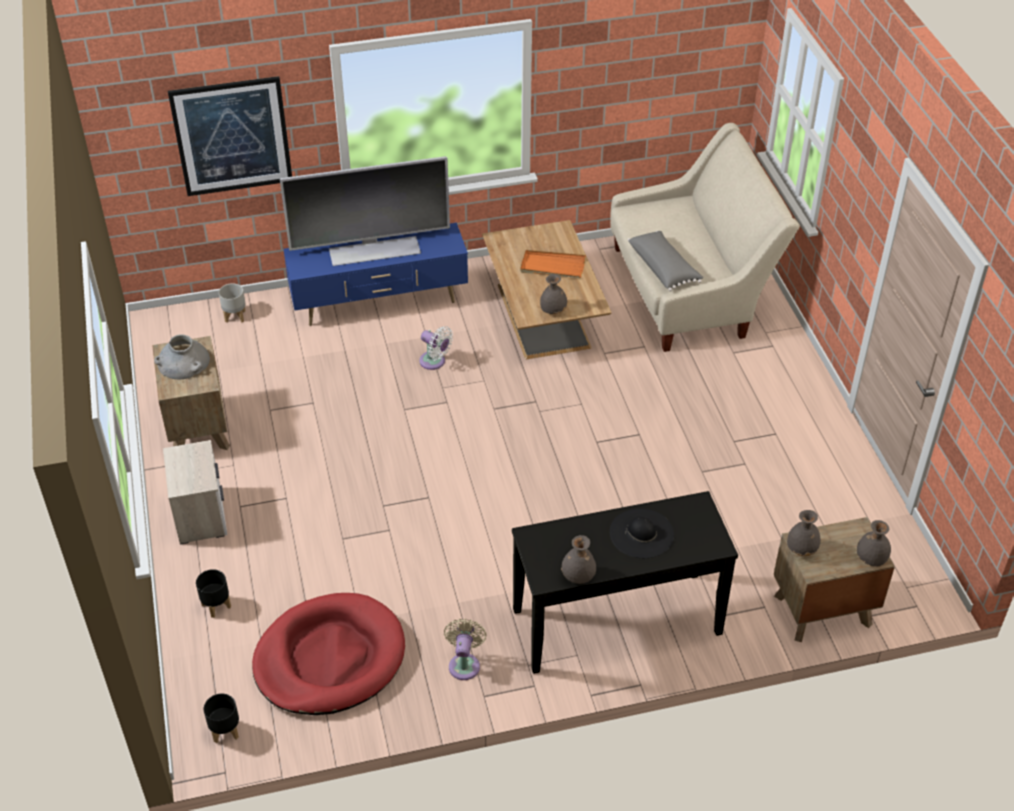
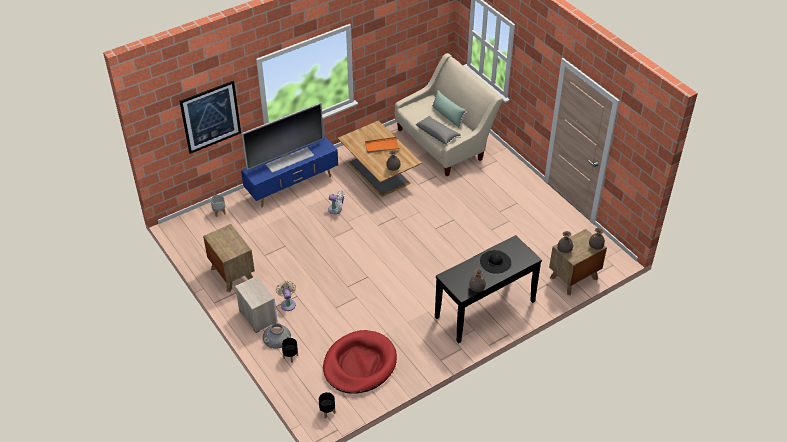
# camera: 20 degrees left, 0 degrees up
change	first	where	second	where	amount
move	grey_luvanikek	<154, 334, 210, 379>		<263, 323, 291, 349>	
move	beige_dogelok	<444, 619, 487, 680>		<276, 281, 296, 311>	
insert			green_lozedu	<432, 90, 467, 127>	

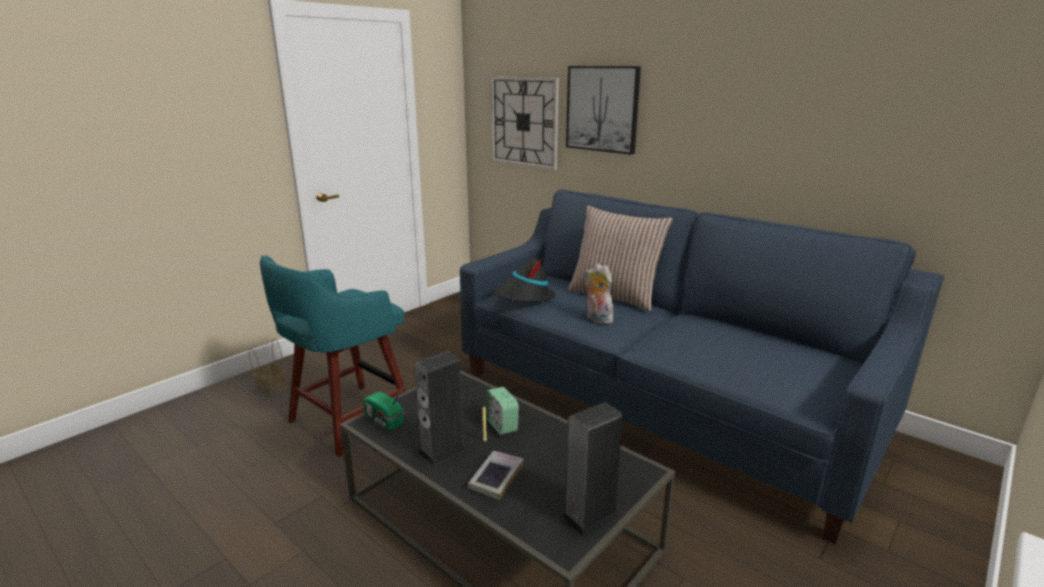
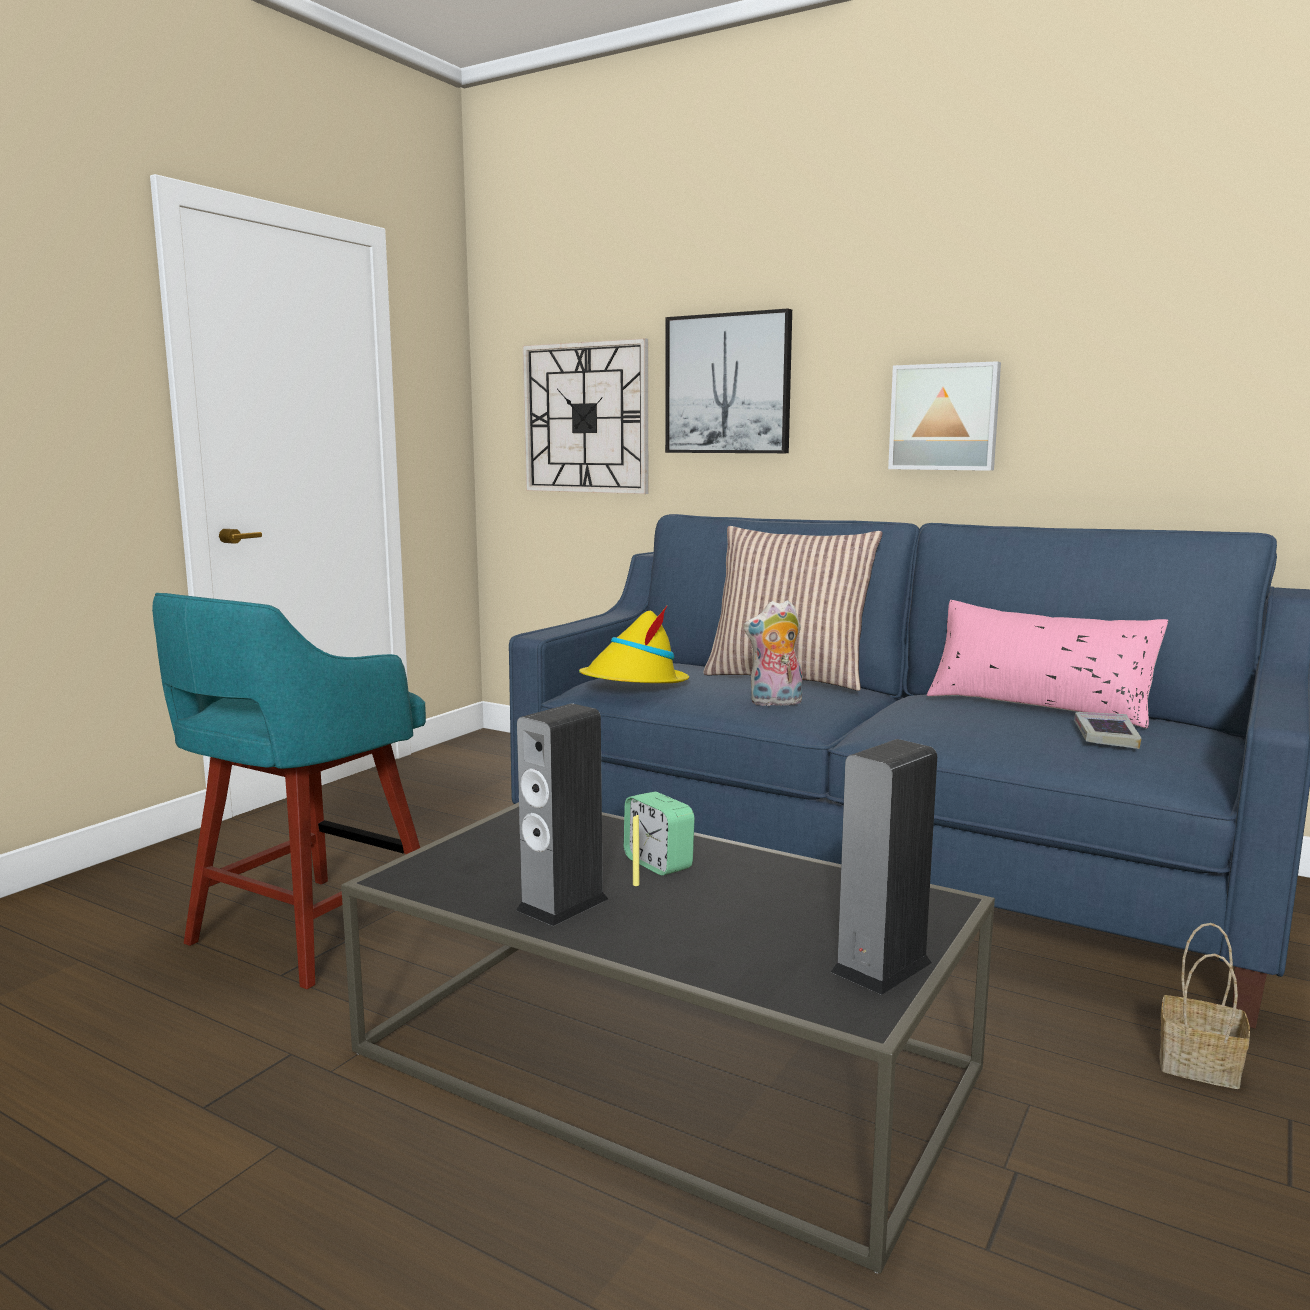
# camera: 10 degrees left, 10 degrees down
change	first	where	second	where	amount
move	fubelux	<249, 339, 287, 396>		<1159, 923, 1250, 1089>	
delete	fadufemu	<363, 388, 404, 430>			
move	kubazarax	<468, 451, 523, 500>		<1074, 712, 1142, 749>	
recolor	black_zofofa	<494, 258, 556, 302>	yellow_zofofa	<579, 606, 689, 683>	
rotate	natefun	<584, 264, 613, 324>		<743, 600, 802, 707>	45 degrees counterclockwise
insert			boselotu	<888, 361, 1001, 471>	
insert			pink_lozedu	<927, 600, 1168, 729>	

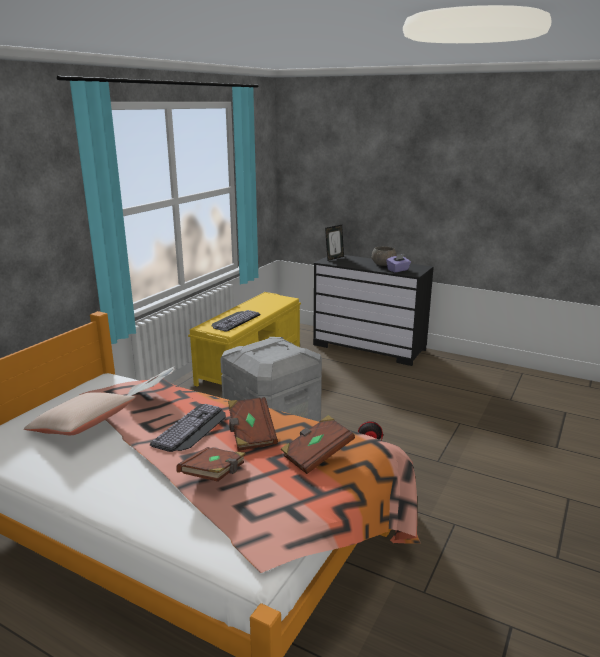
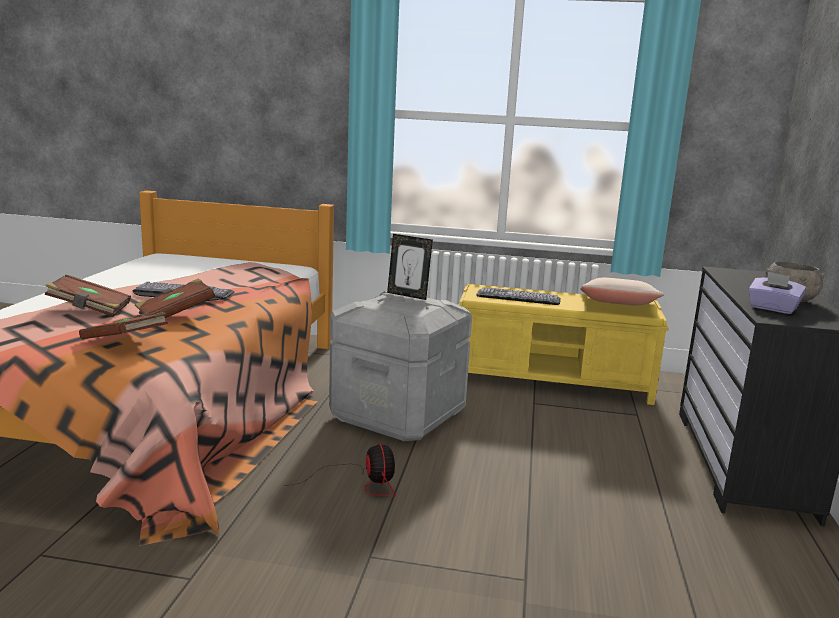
# camera: 70 degrees right, 5 degrees down
change	first	where	second	where	amount
move	beige_lozedu	<24, 393, 136, 435>		<580, 278, 664, 305>	
delete	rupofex	<127, 367, 175, 396>			
move	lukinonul	<325, 225, 344, 261>		<387, 234, 433, 300>	

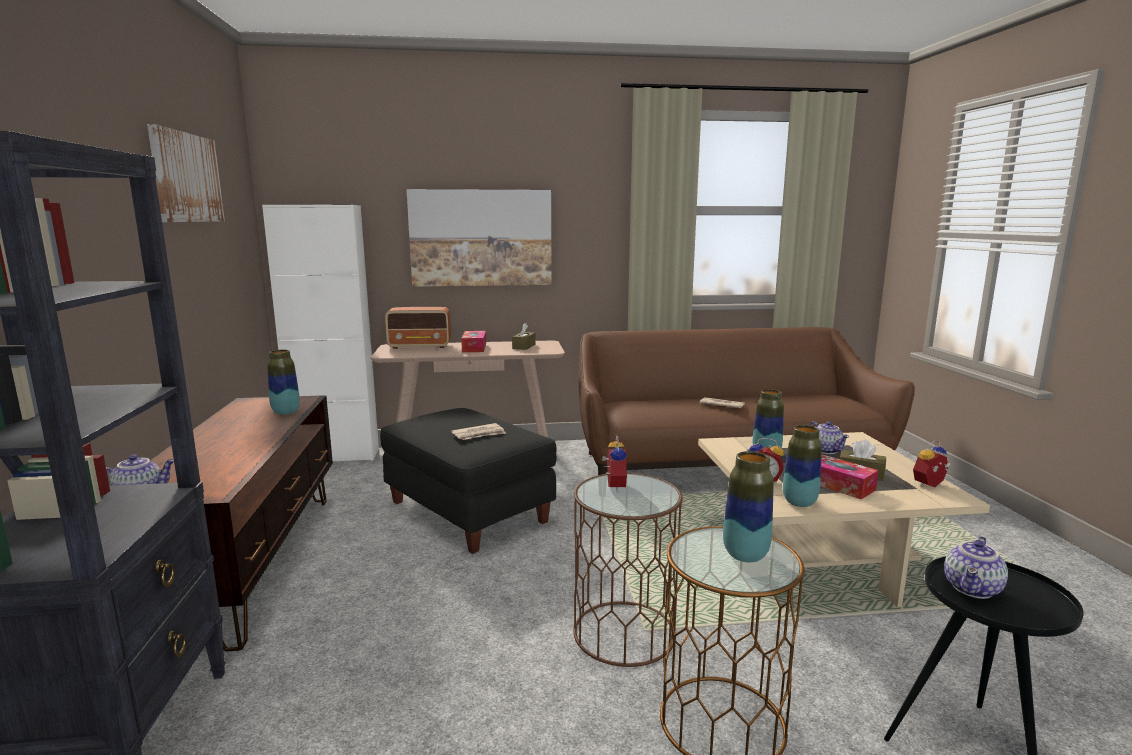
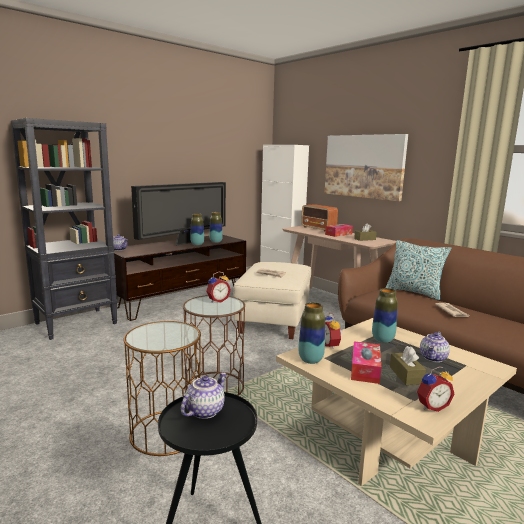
# camera: 55 degrees right, 0 degrees up
change	first	where	second	where	amount
delete	boselotu	<147, 124, 225, 222>			
recolor	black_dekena	<380, 408, 556, 554>	beige_dekena	<233, 262, 311, 339>	
move	luvanikek	<723, 451, 774, 562>		<190, 213, 204, 245>	
rotate	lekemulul	<913, 441, 951, 487>		<417, 366, 454, 412>	135 degrees clockwise
rotate	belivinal	<944, 536, 1008, 599>		<181, 373, 227, 419>	120 degrees clockwise
insert			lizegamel	<131, 182, 226, 246>	
insert			lozedu	<386, 240, 451, 300>	

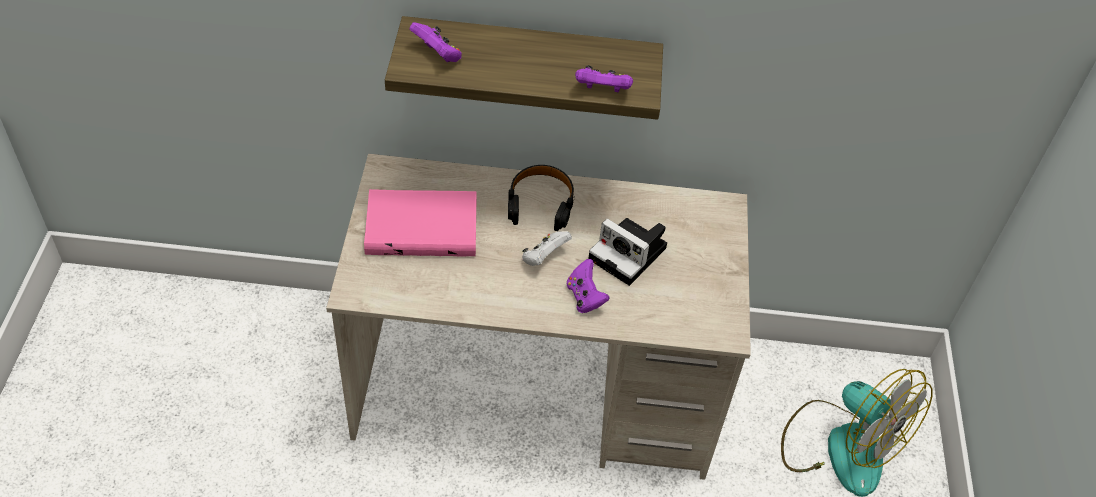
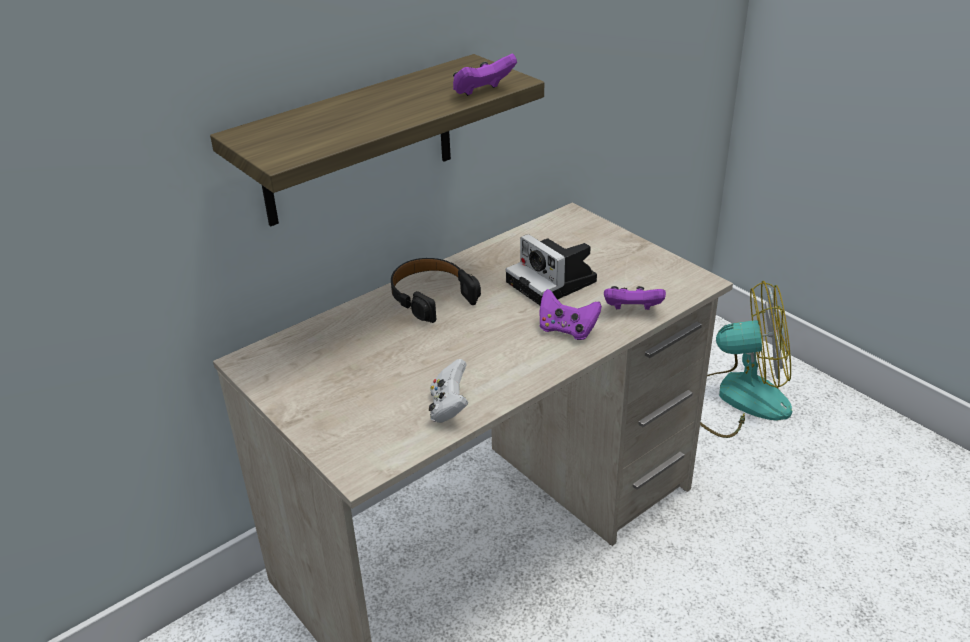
# camera: 40 degrees left, 15 degrees down
change	first	where	second	where	amount
delete	pink_kubazarax	<364, 189, 477, 256>			
move	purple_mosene	<409, 22, 462, 62>		<604, 286, 666, 310>	
move	white_mosene	<522, 231, 572, 266>		<429, 359, 468, 423>	
rotate	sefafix	<588, 218, 667, 286>		<506, 234, 597, 305>	60 degrees clockwise

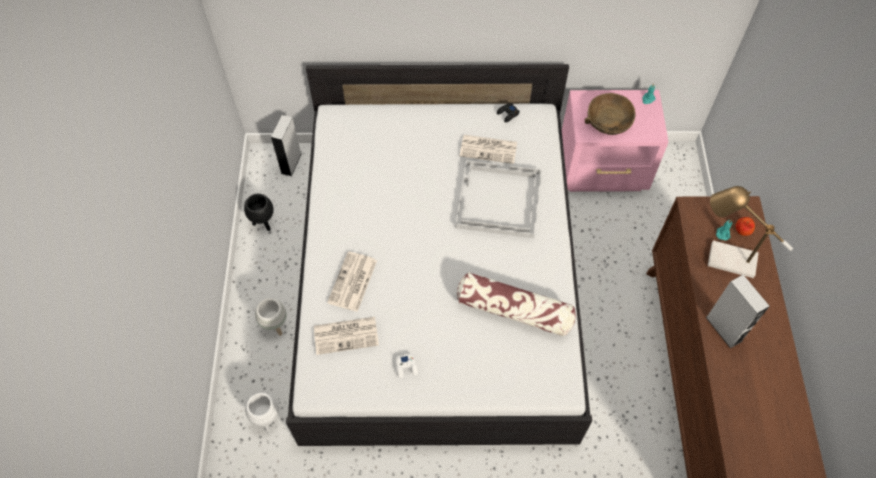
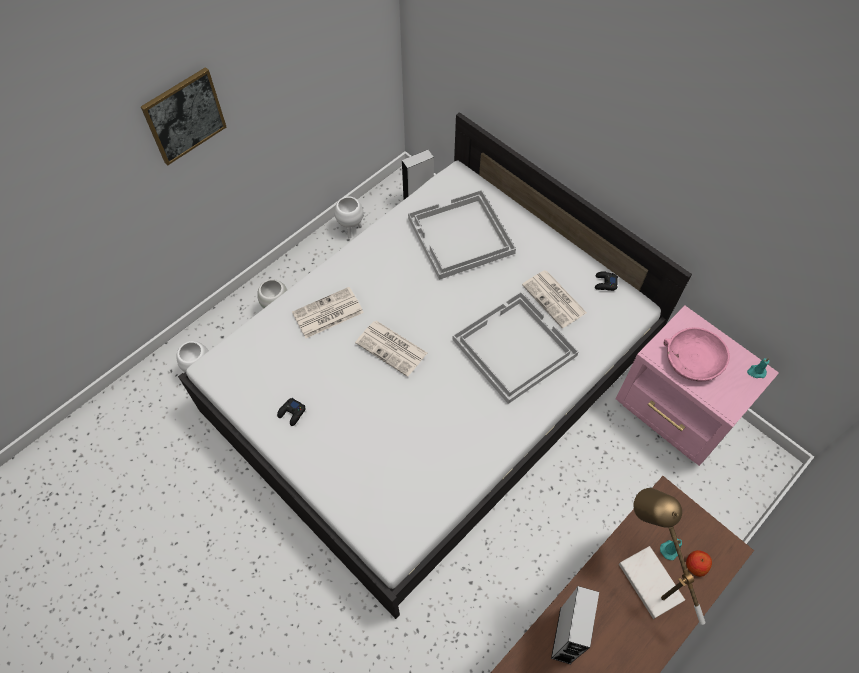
# camera: 45 degrees right, 0 degrees up
change	first	where	second	where	amount
recolor	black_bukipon	<244, 194, 274, 231>	white_bukipon	<334, 196, 363, 239>	
move	rupofex	<314, 317, 379, 355>		<355, 321, 427, 377>	
recolor	white_mosene	<395, 354, 418, 378>	black_mosene	<277, 398, 306, 426>	
delete	lozedu	<457, 272, 576, 337>			
recolor	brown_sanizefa	<585, 93, 636, 135>	pink_sanizefa	<664, 327, 730, 381>	
insert			boselotu	<141, 67, 226, 165>	
insert			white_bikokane	<408, 190, 516, 280>	

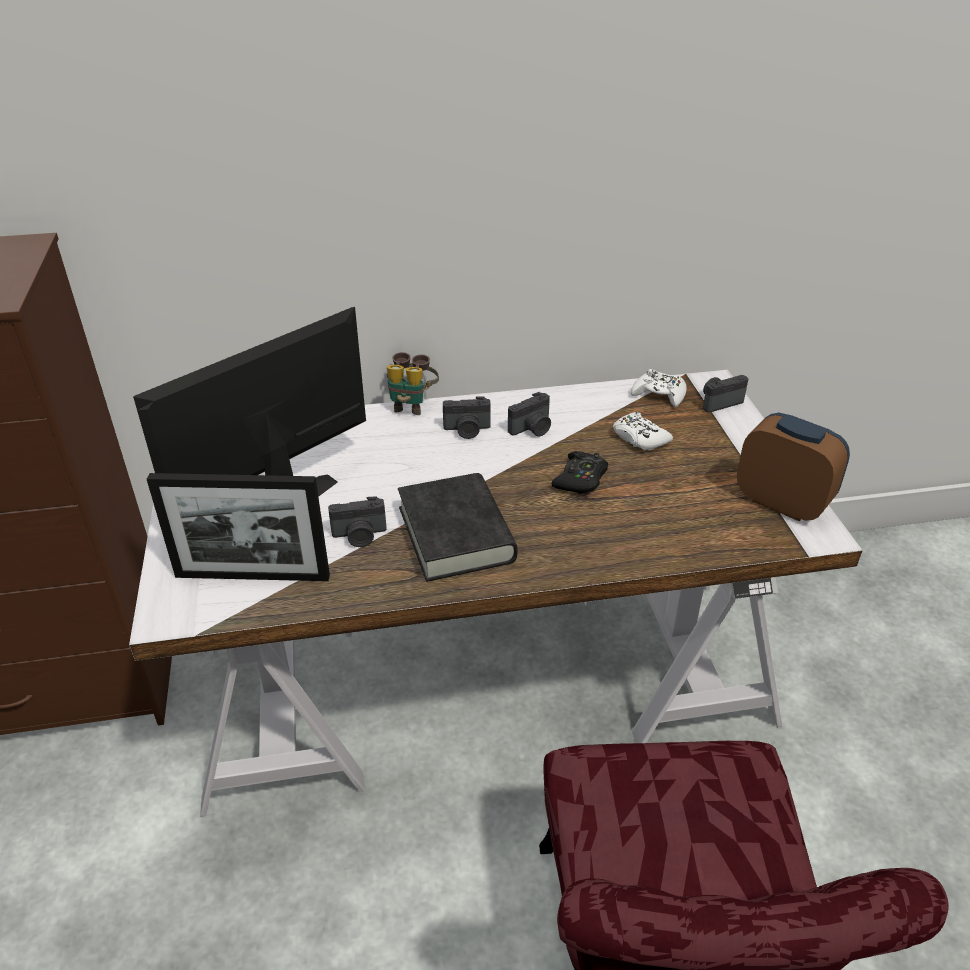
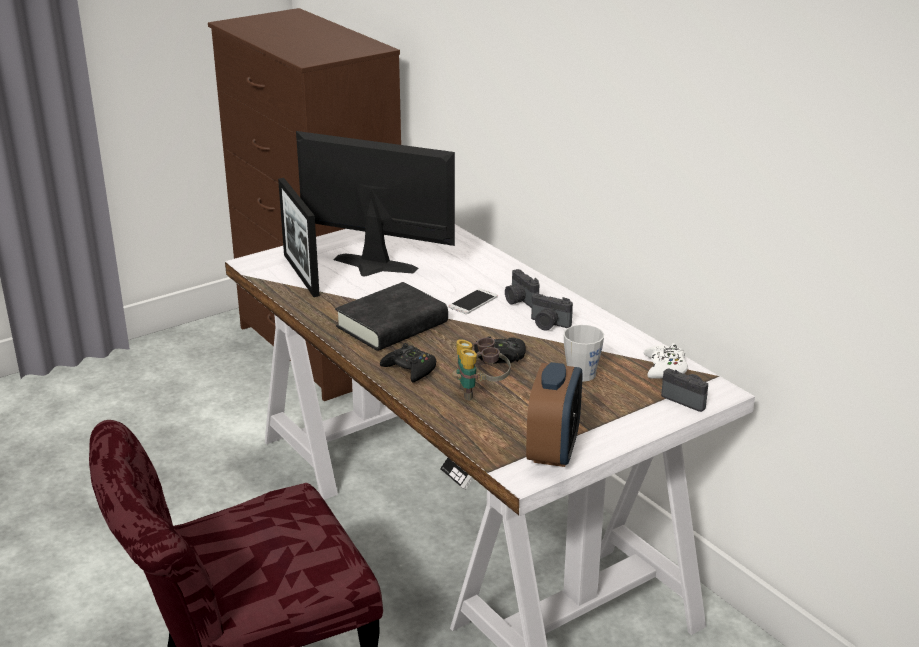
# camera: 65 degrees right, 10 degrees down
change	first	where	second	where	amount
delete	sefafix	<328, 496, 387, 547>			
move	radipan	<387, 352, 439, 415>		<452, 338, 511, 401>	
replace	white_mosene	<613, 412, 673, 450>	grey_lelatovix	<564, 325, 604, 382>	
insert			black_mosene	<380, 343, 436, 383>	
insert			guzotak	<449, 288, 498, 314>	

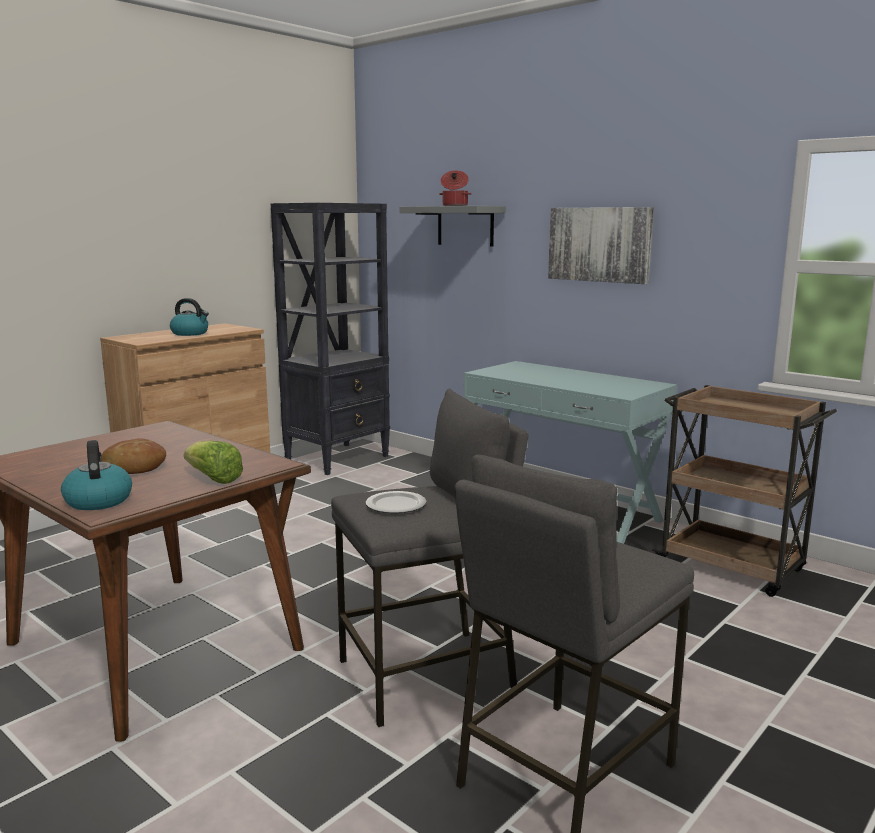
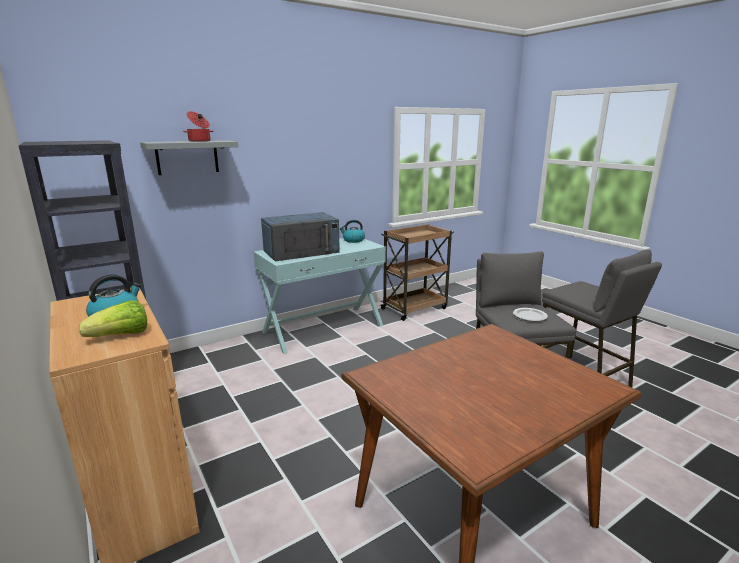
# camera: 75 degrees left, 5 degrees up
change	first	where	second	where	amount
move	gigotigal	<61, 440, 132, 510>		<340, 220, 365, 243>	
delete	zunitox	<101, 438, 166, 474>			
move	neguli	<184, 441, 243, 484>		<79, 300, 147, 337>	
delete	boselotu	<548, 207, 654, 284>			
insert			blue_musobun	<261, 212, 340, 261>	

